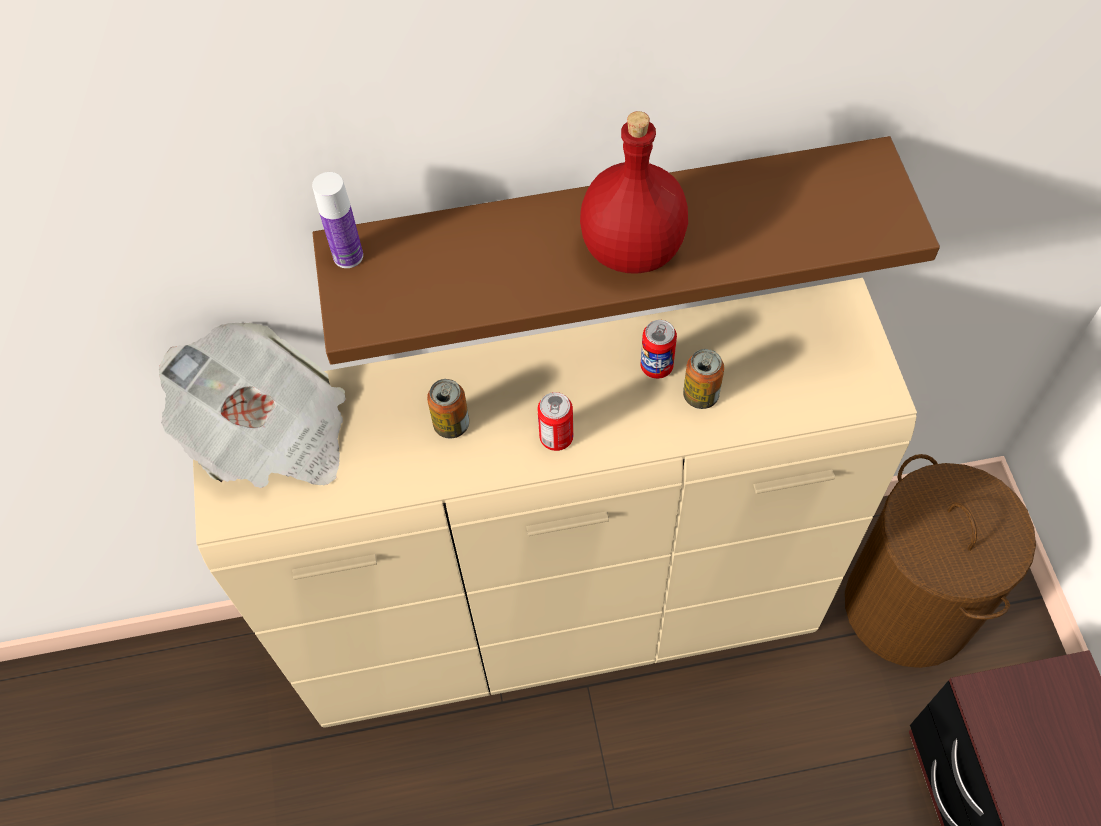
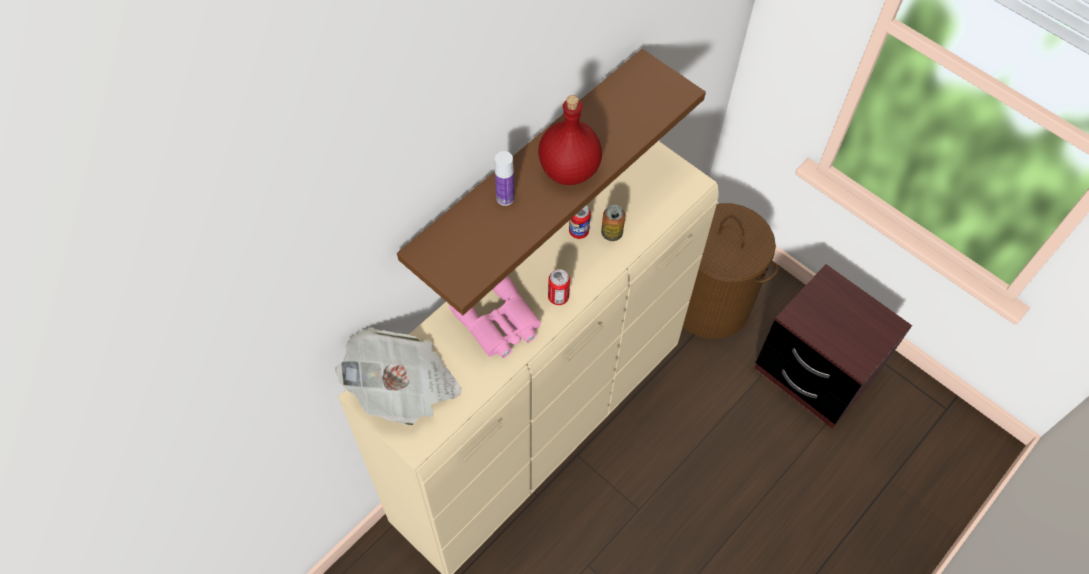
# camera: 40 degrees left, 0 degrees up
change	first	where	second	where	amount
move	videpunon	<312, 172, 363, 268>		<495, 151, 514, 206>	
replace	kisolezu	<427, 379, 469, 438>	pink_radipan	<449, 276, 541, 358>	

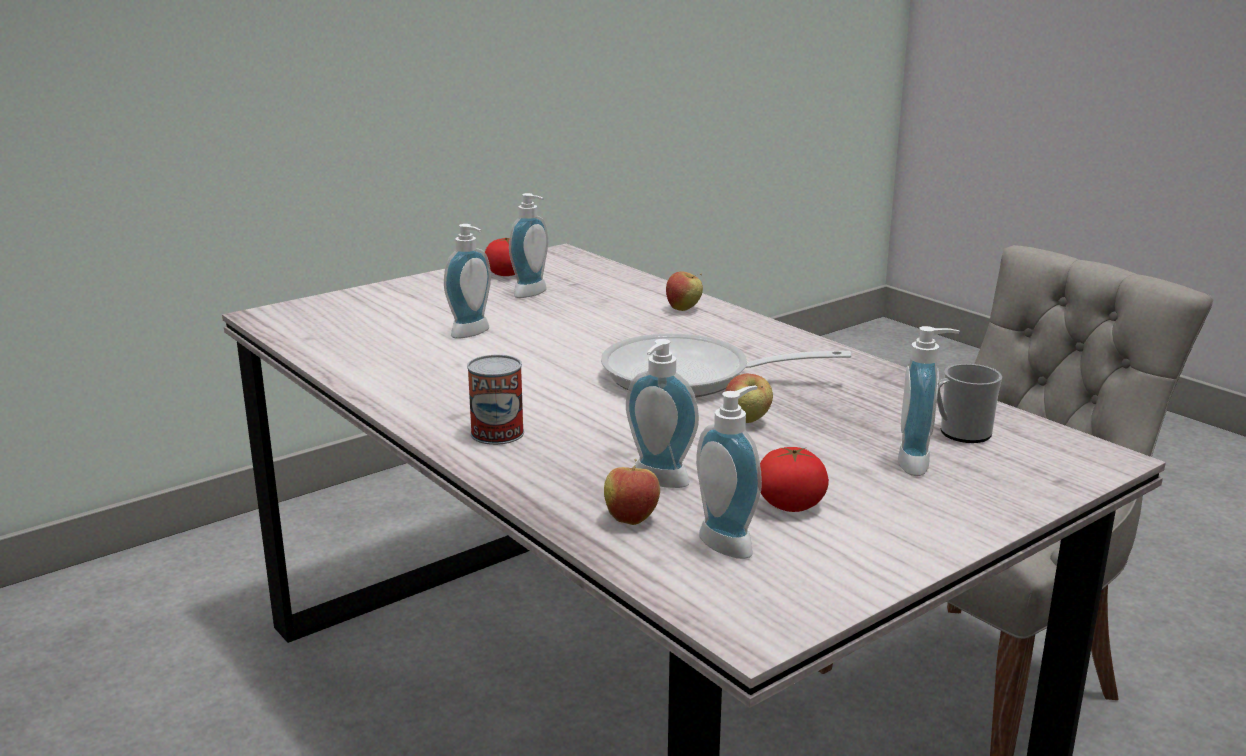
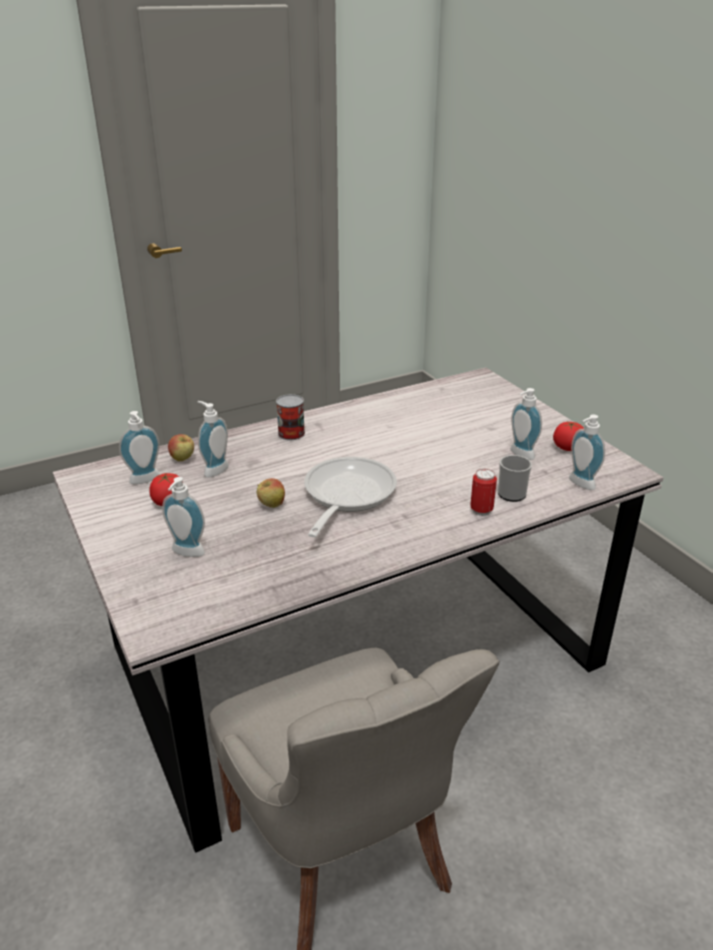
# camera: 100 degrees right, 10 degrees up
change	first	where	second	where	amount
move	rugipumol	<444, 224, 491, 339>		<569, 414, 605, 490>	
replace	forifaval	<666, 271, 703, 311>	kisolezu	<470, 469, 497, 516>	
move	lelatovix	<937, 364, 1002, 443>		<498, 455, 532, 502>	

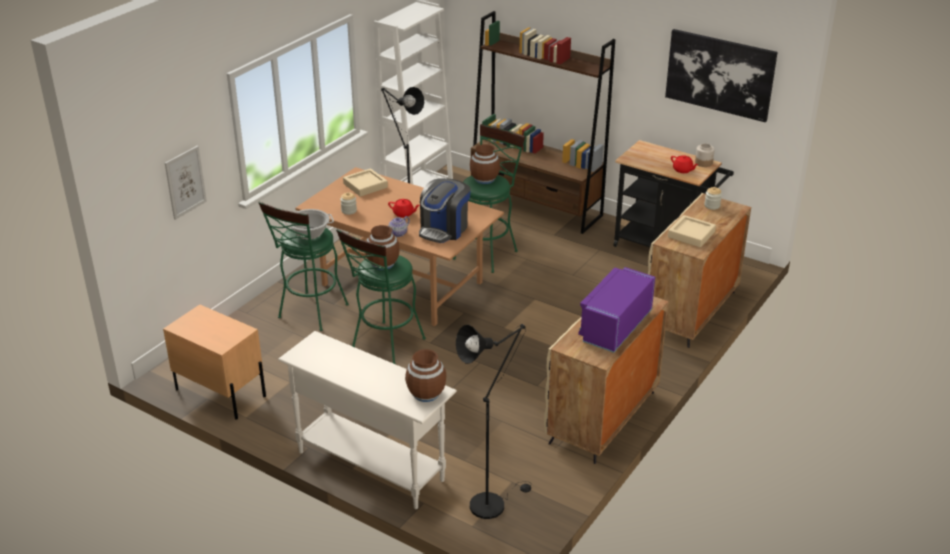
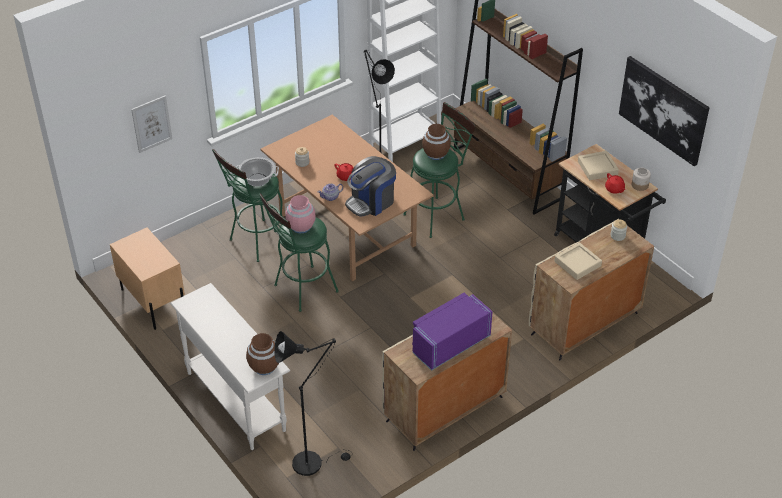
# camera: 20 degrees right, 10 degrees up
change	first	where	second	where	amount
move	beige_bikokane	<343, 168, 388, 197>		<578, 151, 619, 180>	
recolor	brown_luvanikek	<366, 225, 399, 270>	pink_luvanikek	<285, 195, 316, 233>	

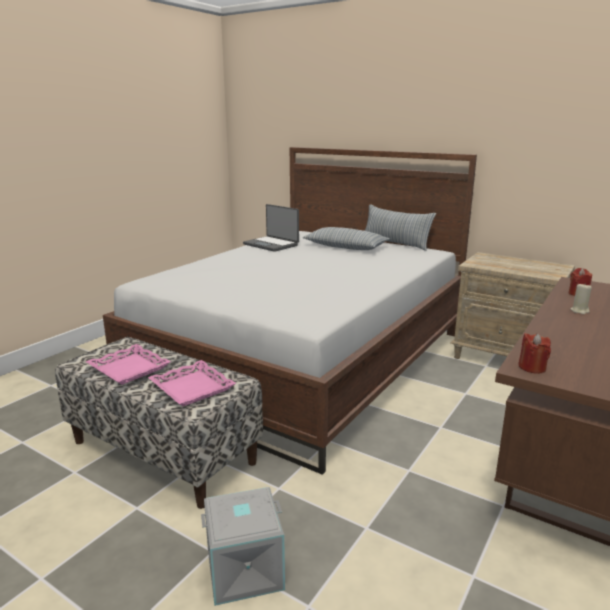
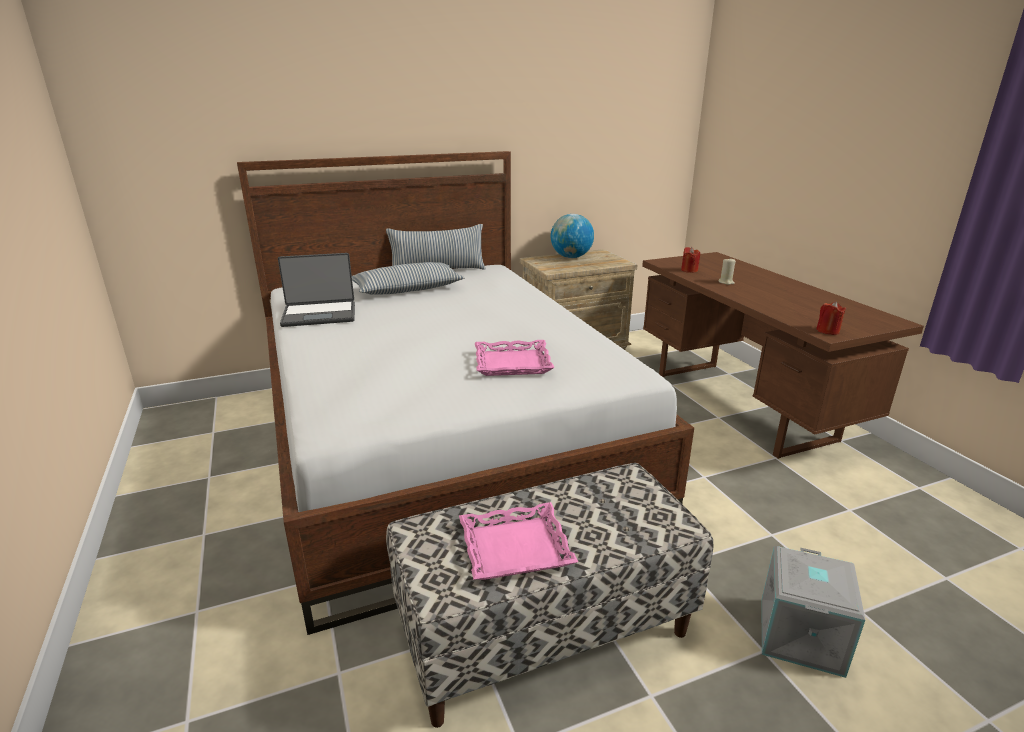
# camera: 55 degrees left, 5 degrees up
change	first	where	second	where	amount
move	pink_bikokane	<148, 360, 236, 406>		<475, 340, 554, 376>	
insert			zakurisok	<551, 214, 594, 258>	

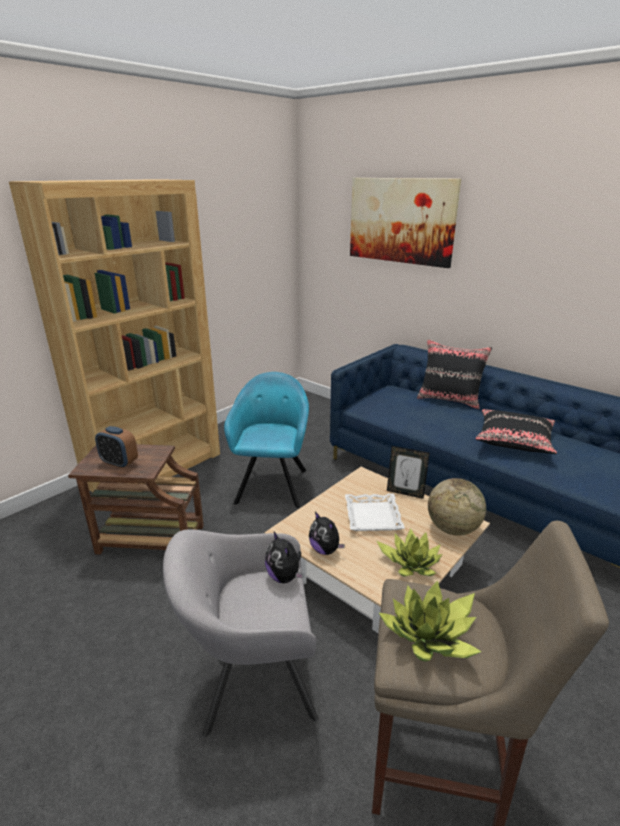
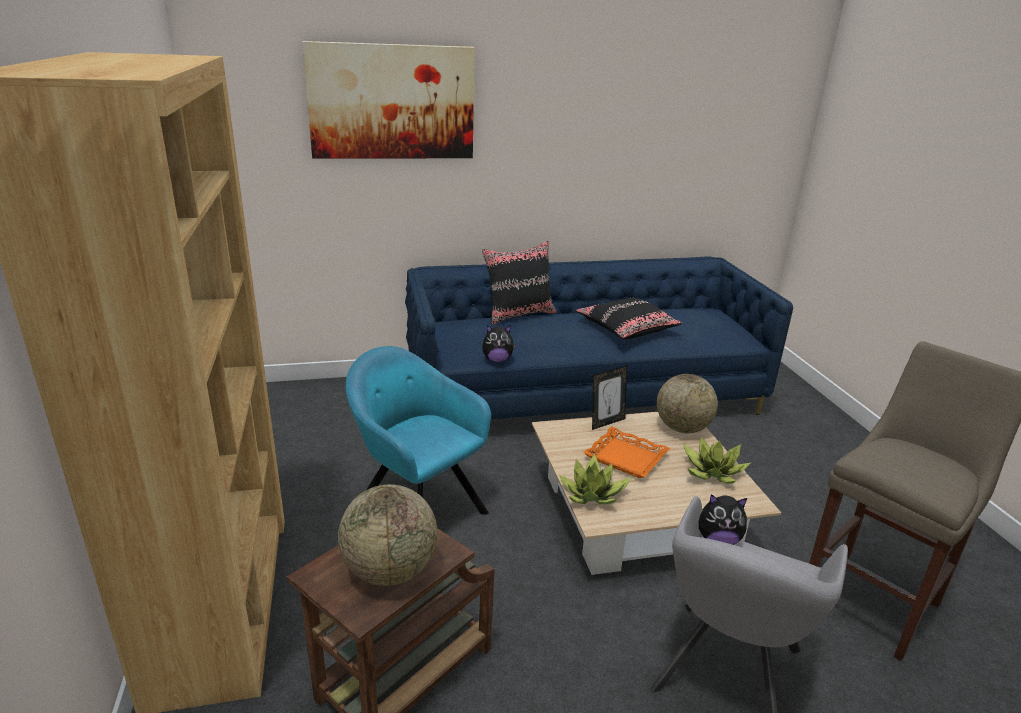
# camera: 55 degrees left, 0 degrees up
change	first	where	second	where	amount
replace	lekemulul	<95, 426, 138, 469>	zakurisok	<338, 484, 437, 586>	
move	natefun	<309, 512, 345, 555>		<482, 325, 515, 362>	
recolor	white_bikokane	<345, 494, 405, 531>	orange_bikokane	<583, 427, 670, 478>	
move	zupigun	<378, 580, 482, 662>		<559, 454, 632, 504>	

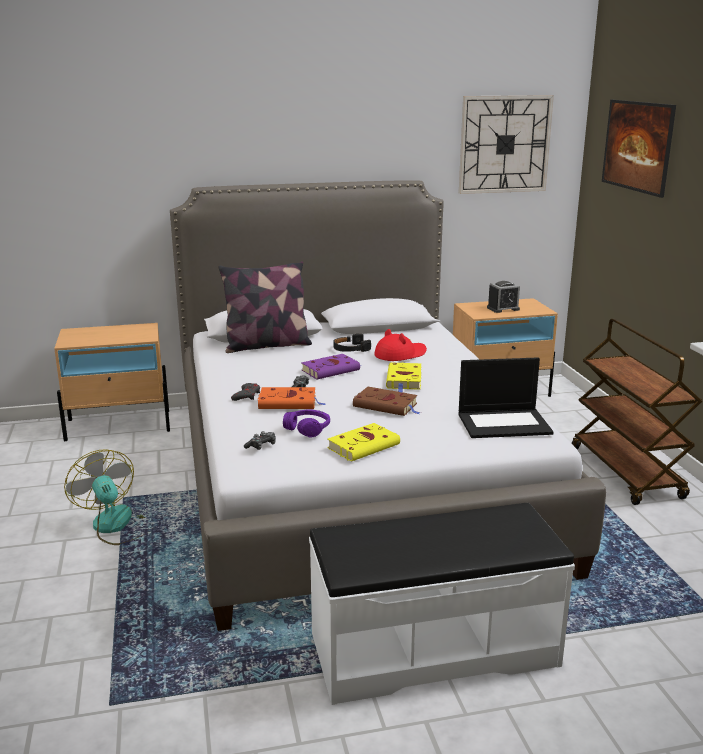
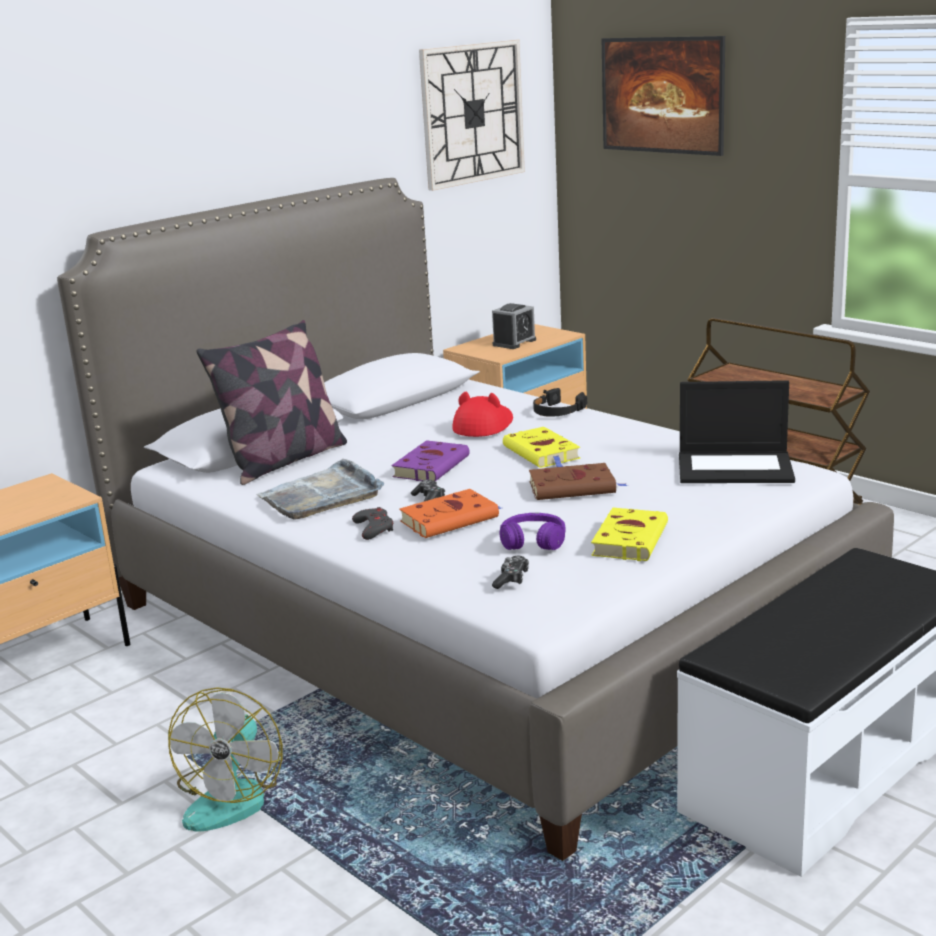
# camera: 30 degrees left, 0 degrees up
change	first	where	second	where	amount
rotate	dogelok	<64, 449, 152, 545>		<168, 687, 283, 832>	105 degrees counterclockwise
move	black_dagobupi	<334, 334, 371, 352>		<533, 388, 587, 417>	
rotate	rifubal	<458, 357, 554, 438>		<679, 380, 795, 483>	45 degrees clockwise
insert			grey_bikokane	<257, 459, 384, 520>	

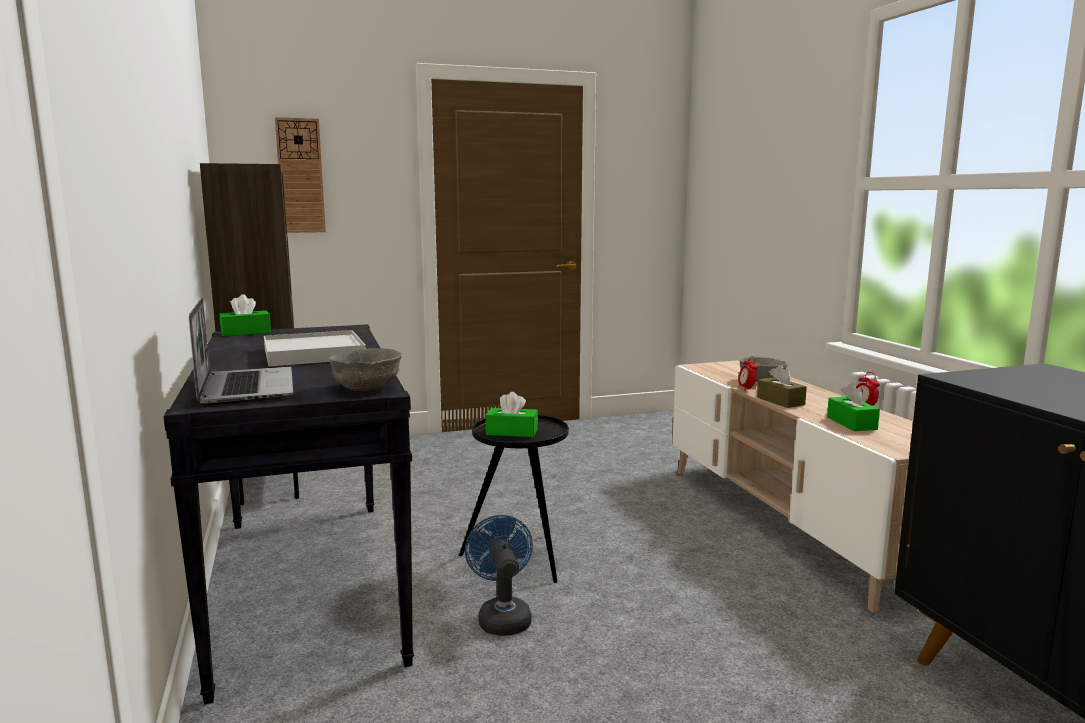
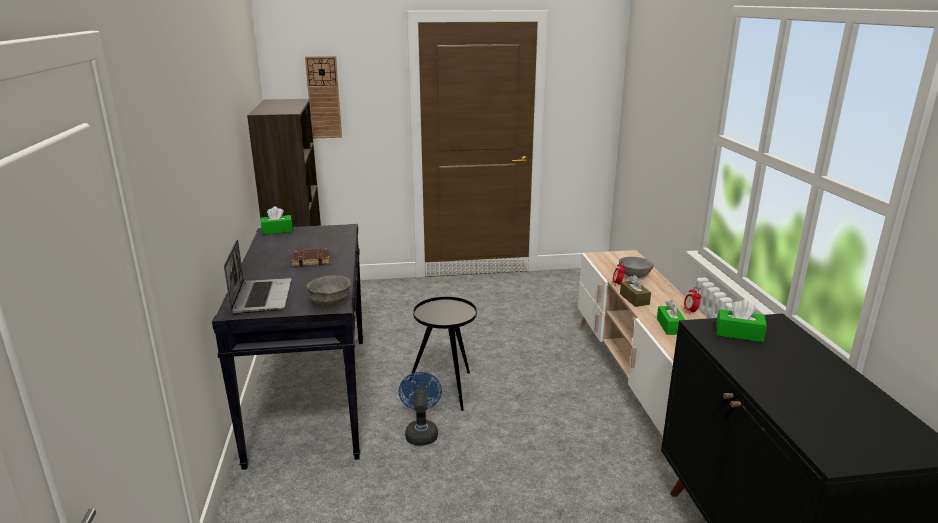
# camera: 10 degrees right, 10 degrees up
change	first	where	second	where	amount
replace	white_bikokane	<264, 330, 366, 367>	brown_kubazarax	<292, 248, 330, 267>	
move	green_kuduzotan	<486, 392, 538, 437>		<716, 300, 767, 342>	

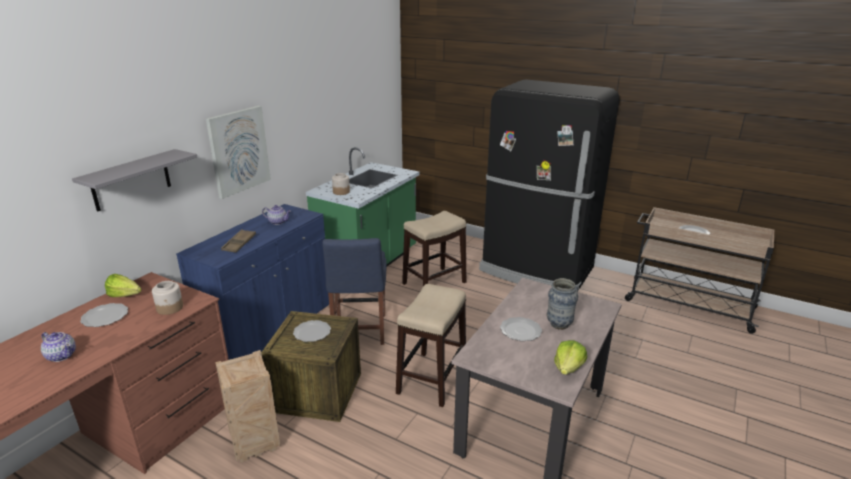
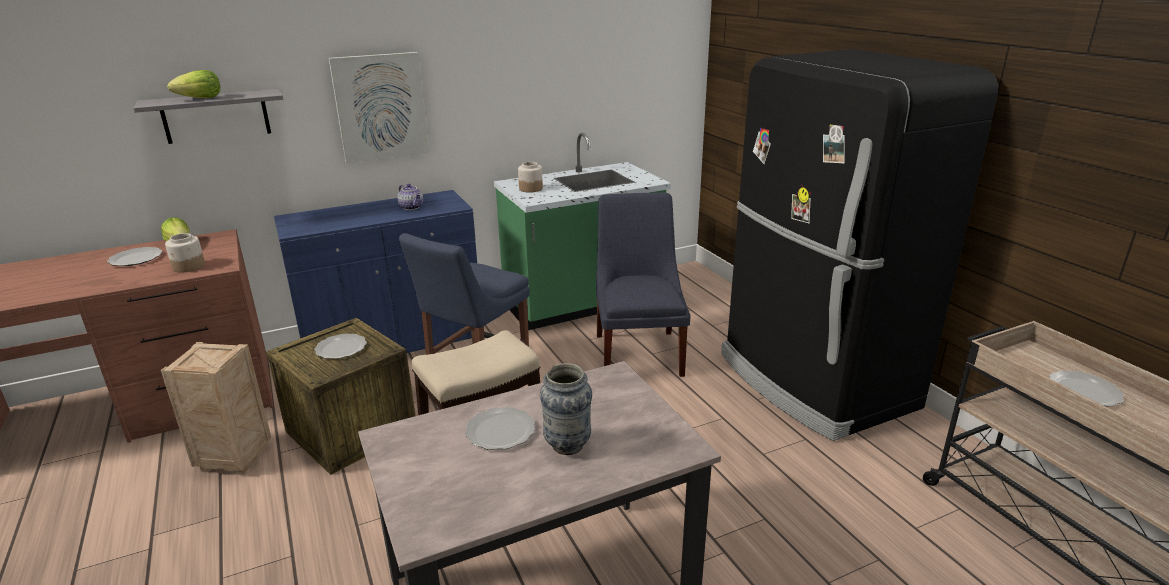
# camera: 35 degrees right, 0 degrees up
change	first	where	second	where	amount
delete	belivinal	<41, 332, 76, 362>			
delete	brown_bikokane	<221, 229, 256, 253>			
replace	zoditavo	<402, 211, 467, 286>	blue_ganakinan	<596, 193, 690, 377>	
move	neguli	<554, 340, 587, 375>		<168, 70, 220, 98>	

